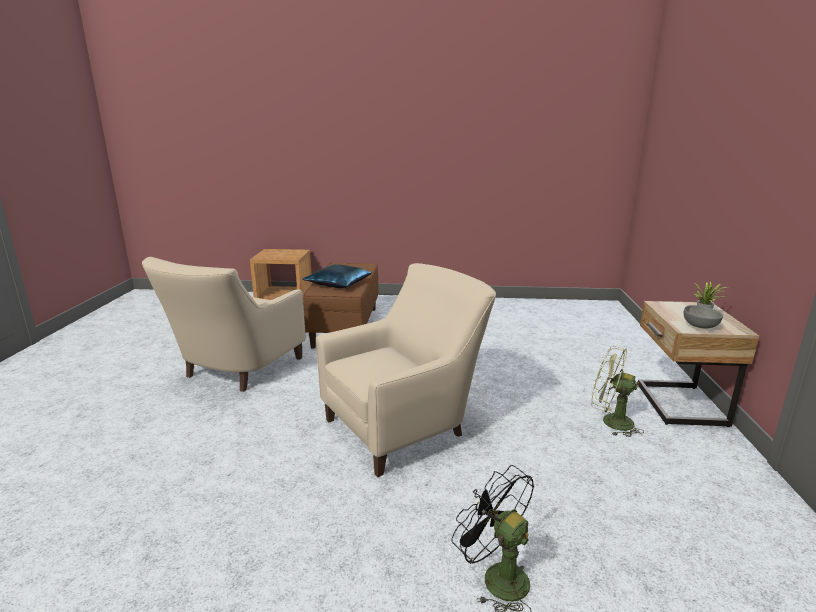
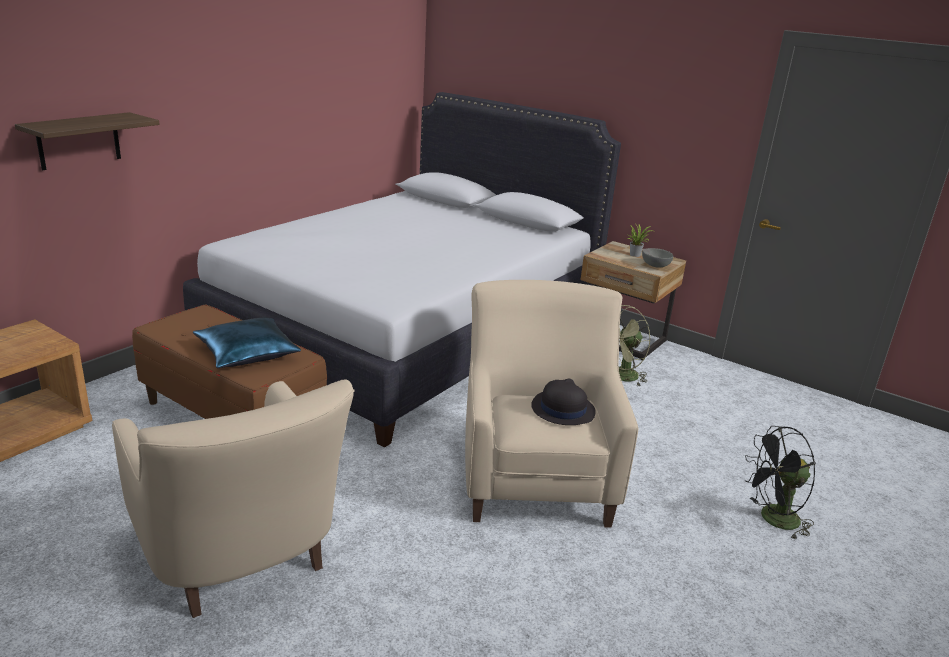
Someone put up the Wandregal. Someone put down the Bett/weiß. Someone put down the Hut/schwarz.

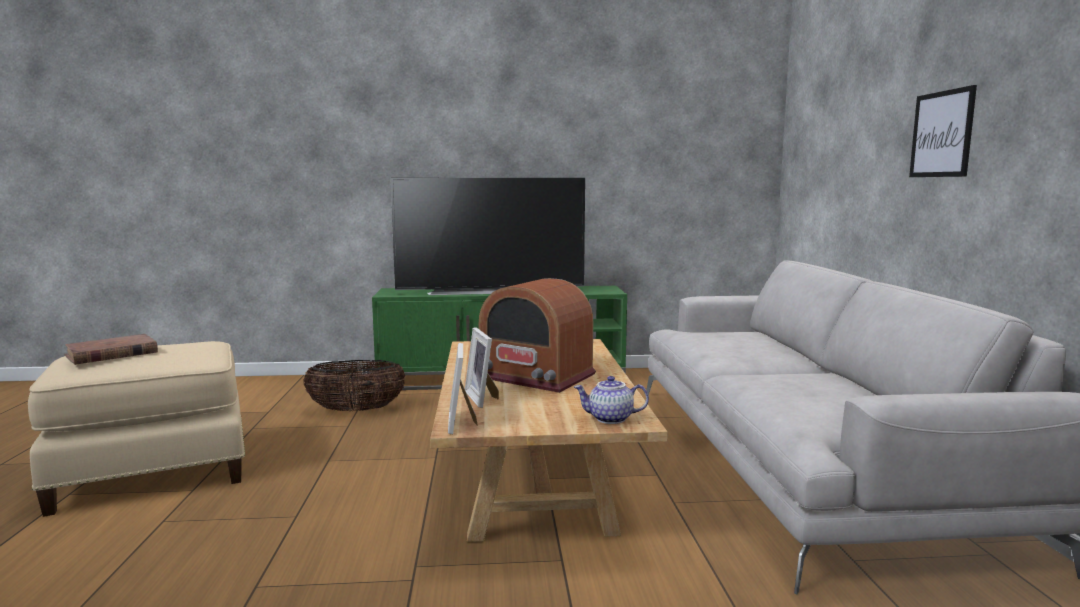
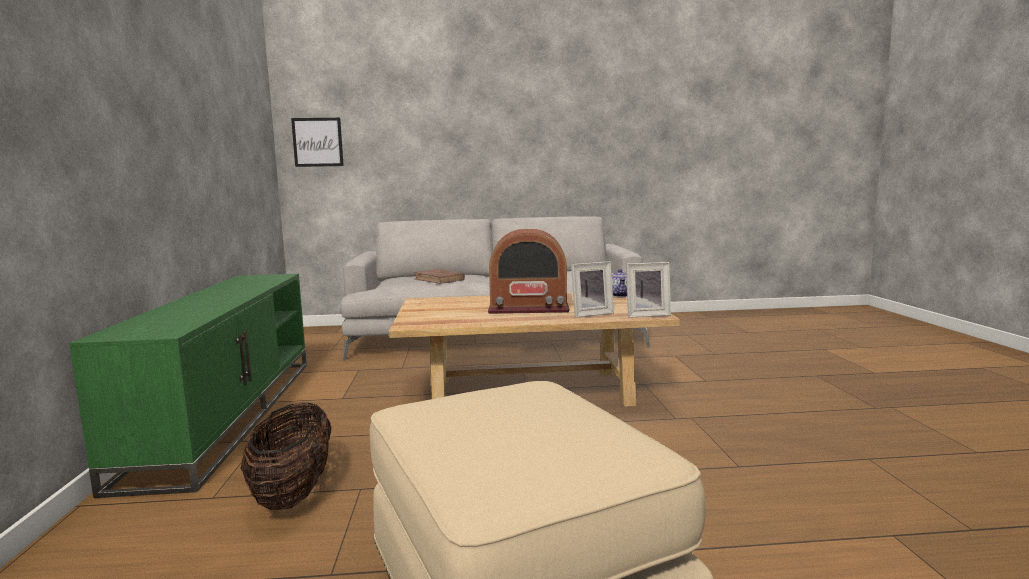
Someone carried the Bild. Someone carried the Buch/braun. Someone rotated the Radio by 60 degrees clockwise. Someone took away the Fernseher.

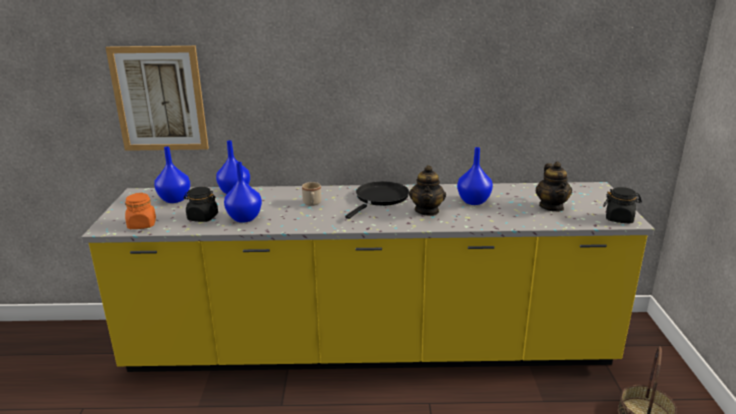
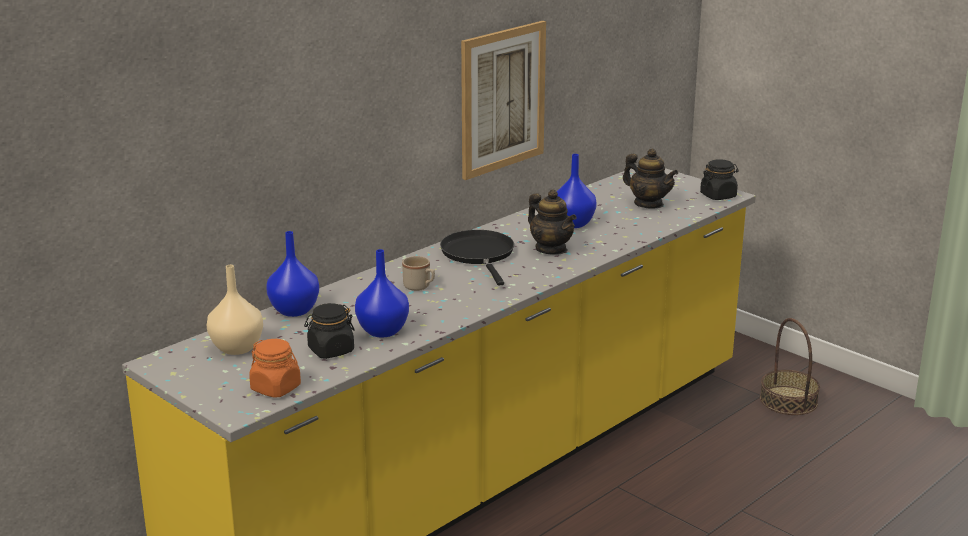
Someone repainted the Vase/blau (no. 1 from left), which became the Vase/beige. Someone carried the Bild.

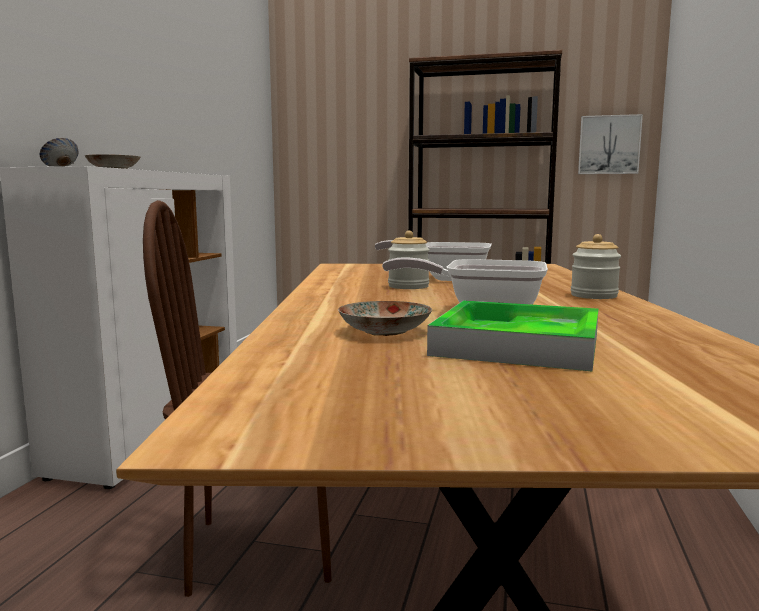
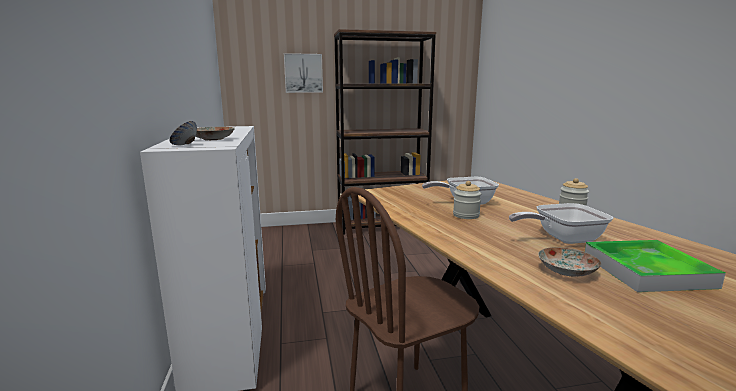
Someone carried the Bild.

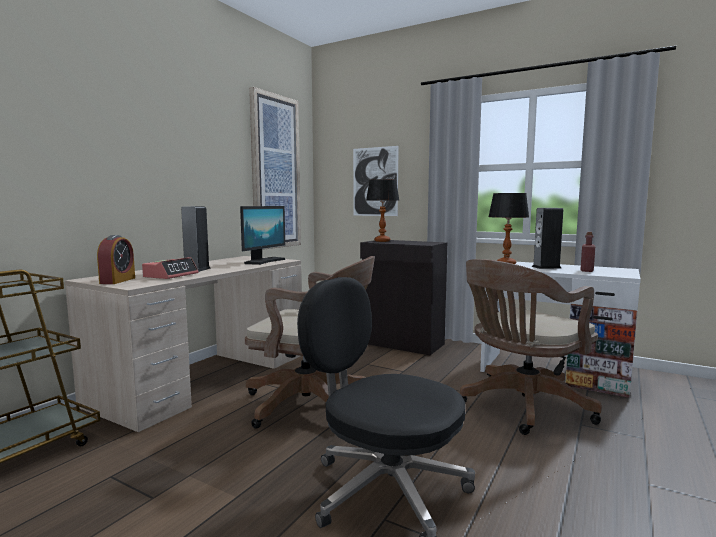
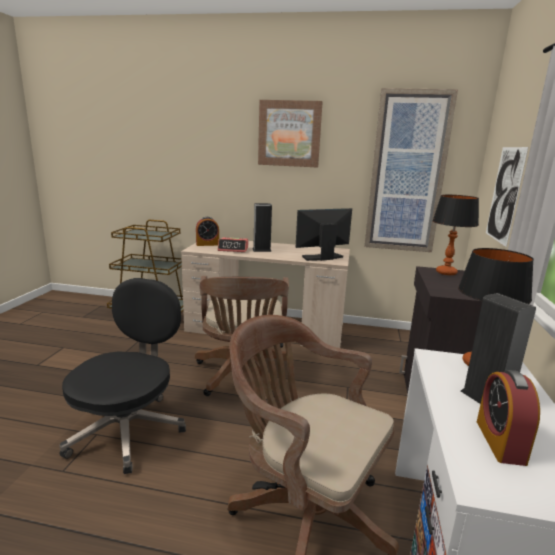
Someone put up the Bild (no. 1 from left). Someone rotated the Monitor by 150 degrees clockwise. Someone swapped the Flasche/rot for the Wecker (no. 3 from left).

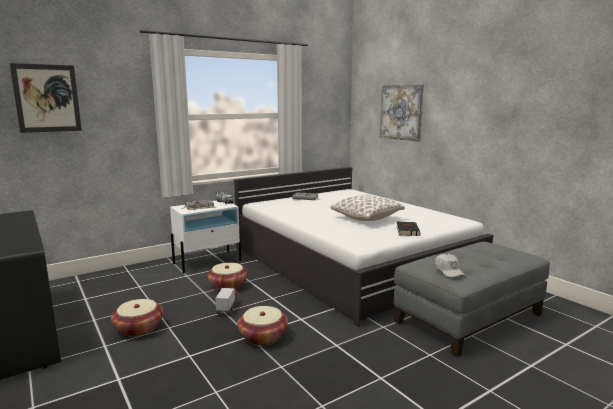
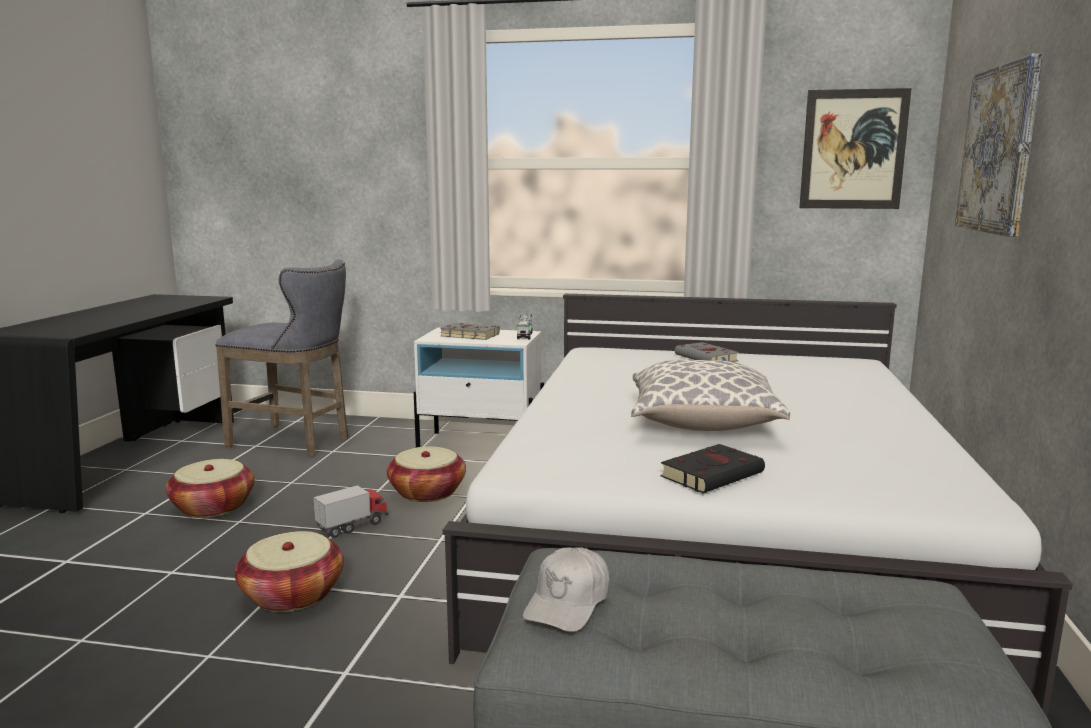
Someone put down the Hocker/grau. Someone carried the Bild (no. 1 from left).

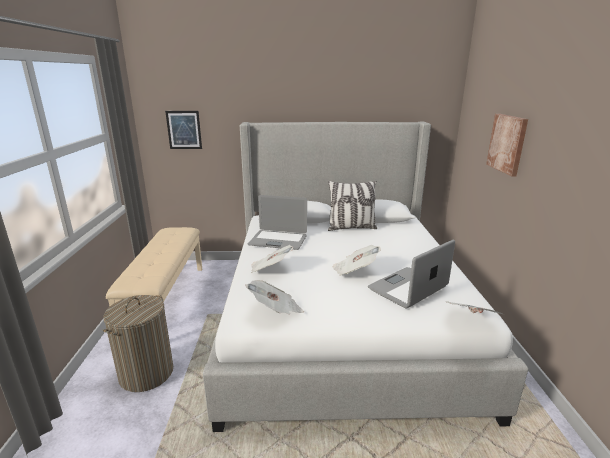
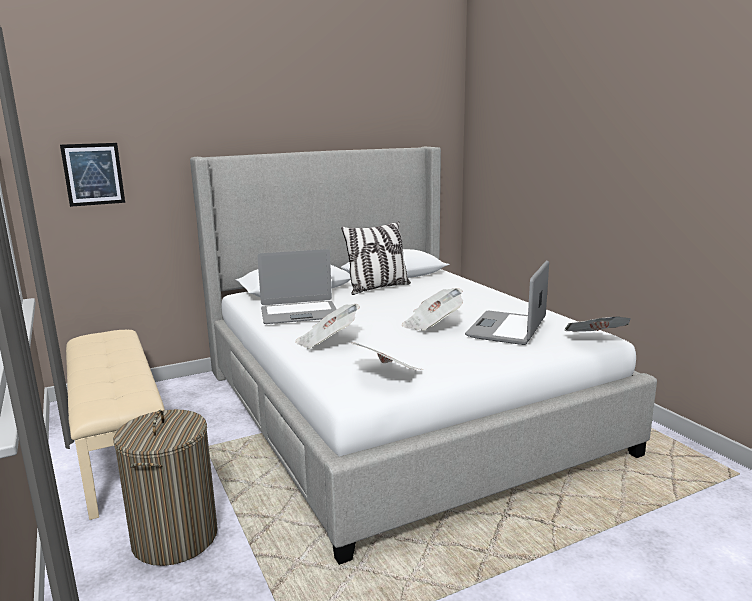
Someone took away the Bild (no. 2 from left).

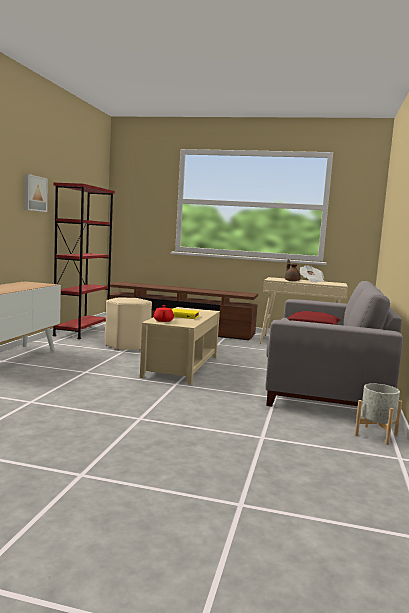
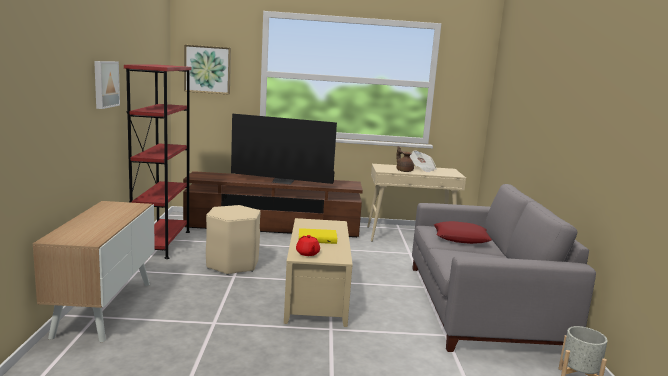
Someone put up the Bild (no. 2 from left). Someone put down the Fernseher.

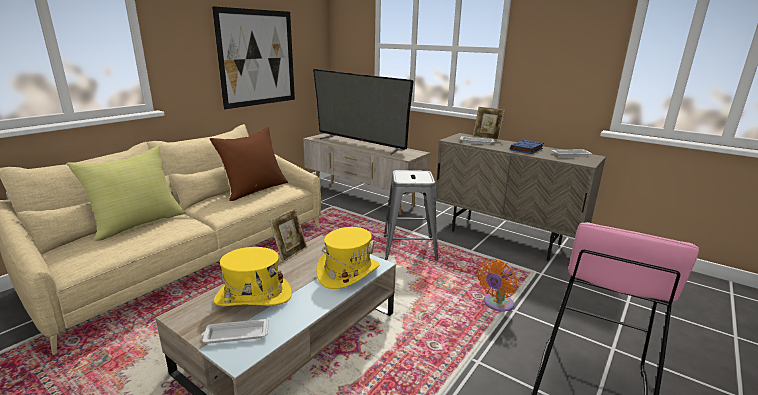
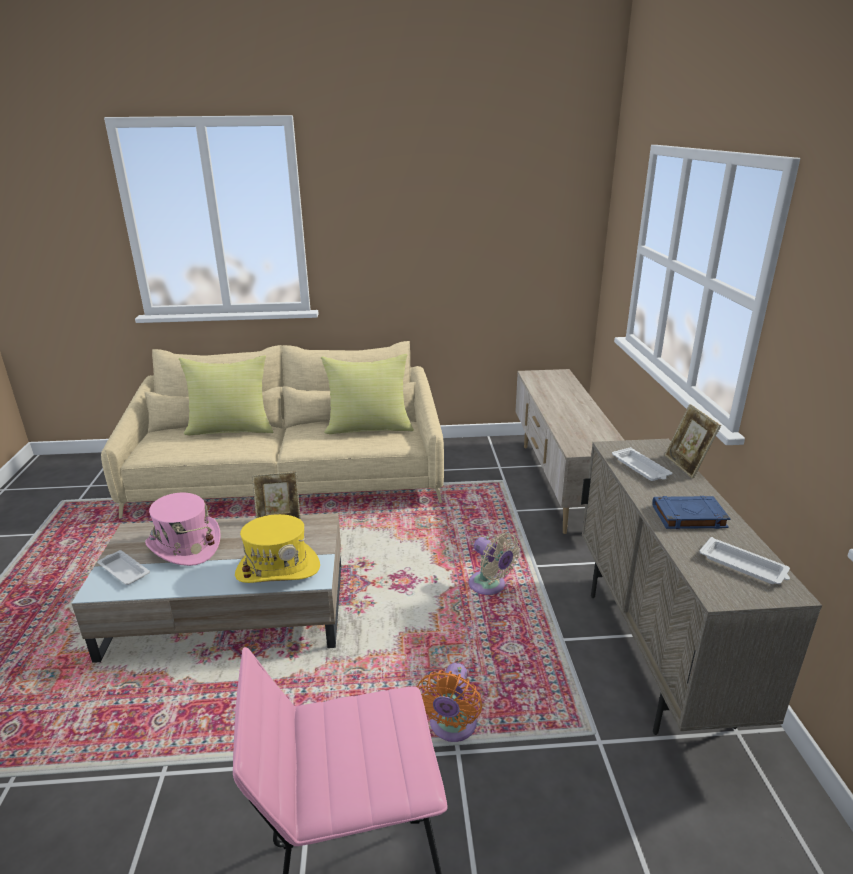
Someone repainted the Hut/gelb (no. 1 from left), which became the Hut/rosa. Someone repainted the Kissen/braun, which became the Kissen/gelb (no. 2 from left). Someone rotated the Ventilator/orange by 75 degrees counterclockwise. Someone swapped the Hocker/grau for the Ventilator/beige. Someone took away the Bild. Someone took away the Fernseher.

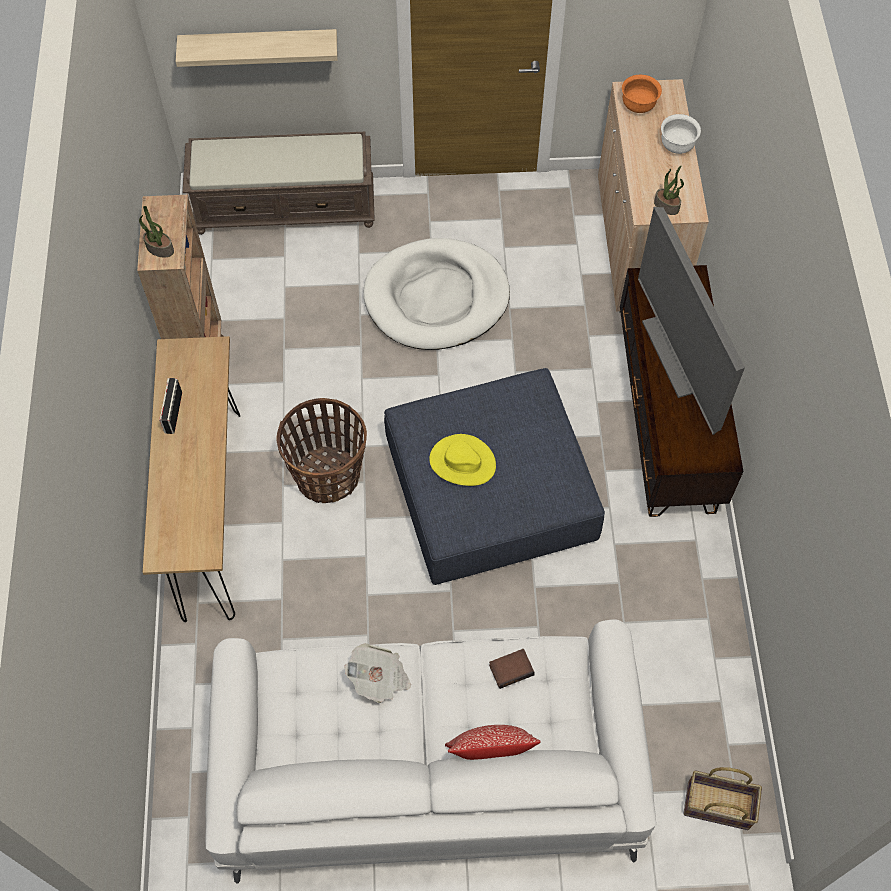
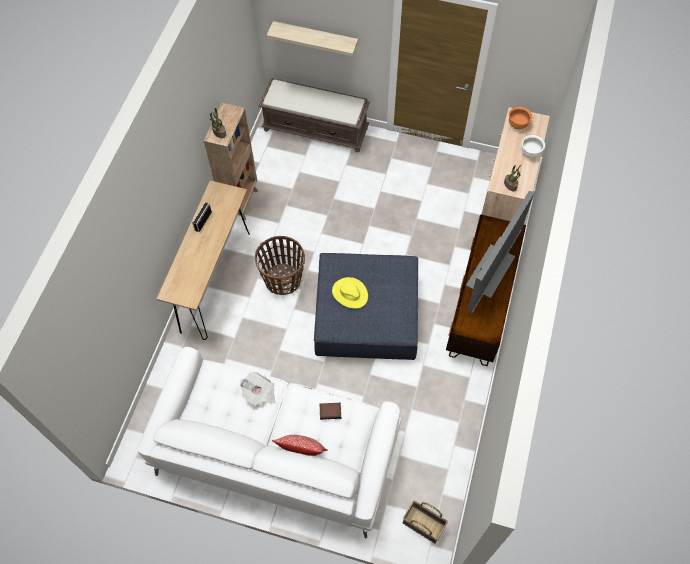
Someone rotated the Fernseher by 150 degrees counterclockwise. Someone took away the Hundebett/weiß.

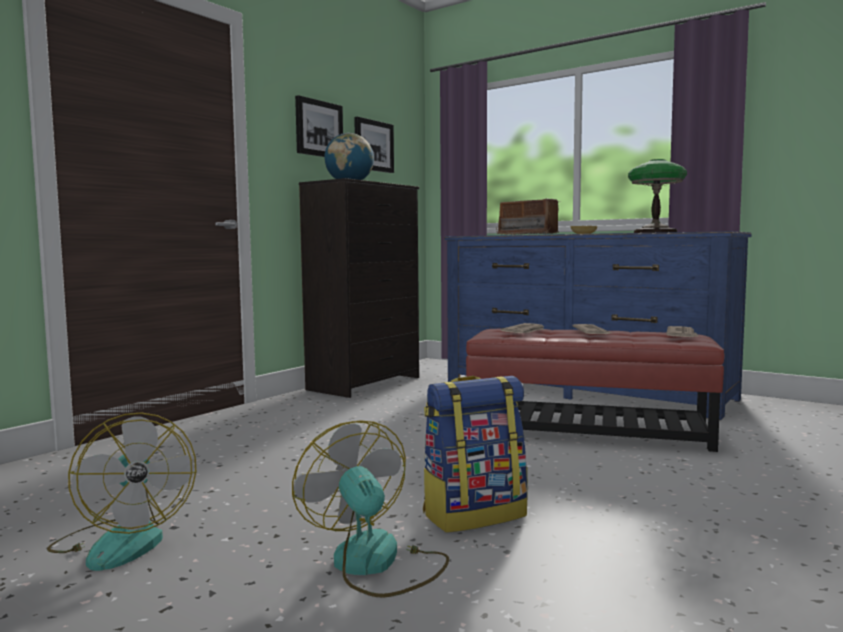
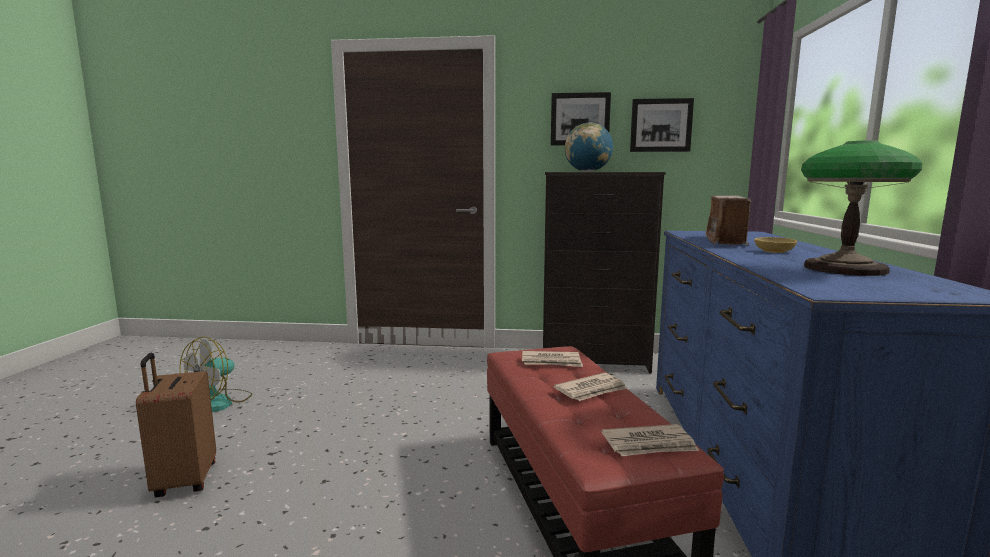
Someone swapped the Ventilator (no. 2 from left) for the Koffer/braun. Someone took away the Rucksack.

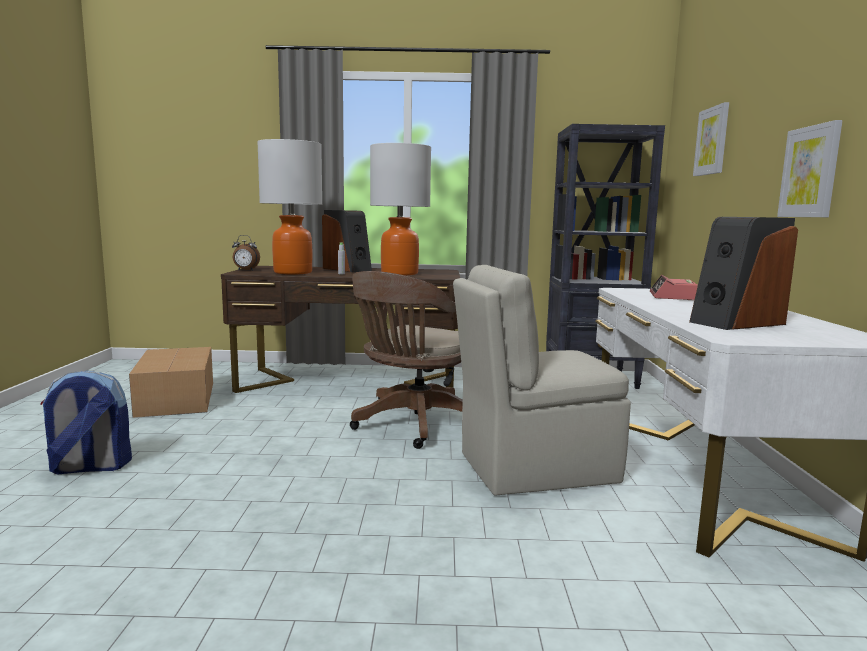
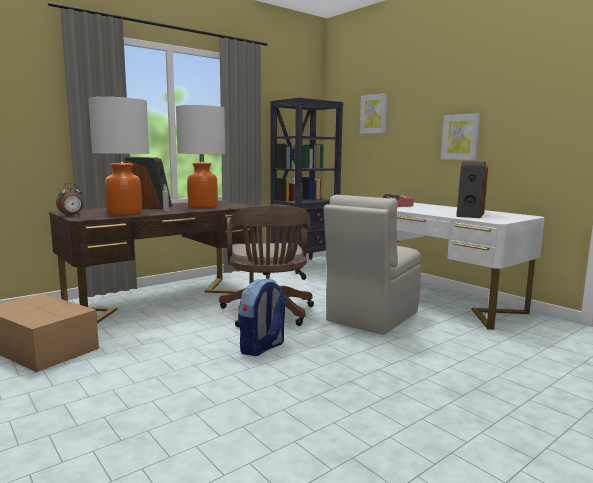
Someone carried the Rucksack.

